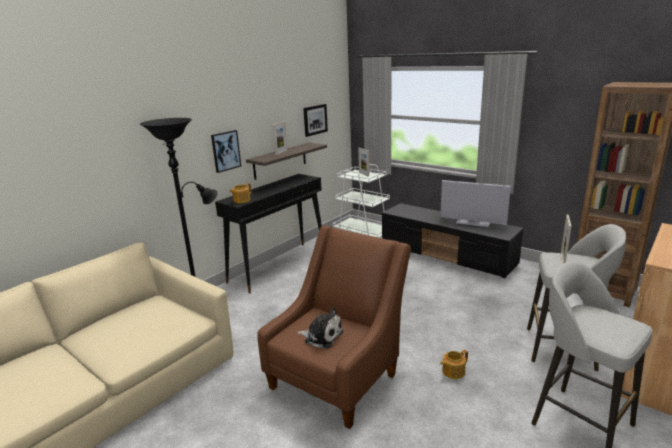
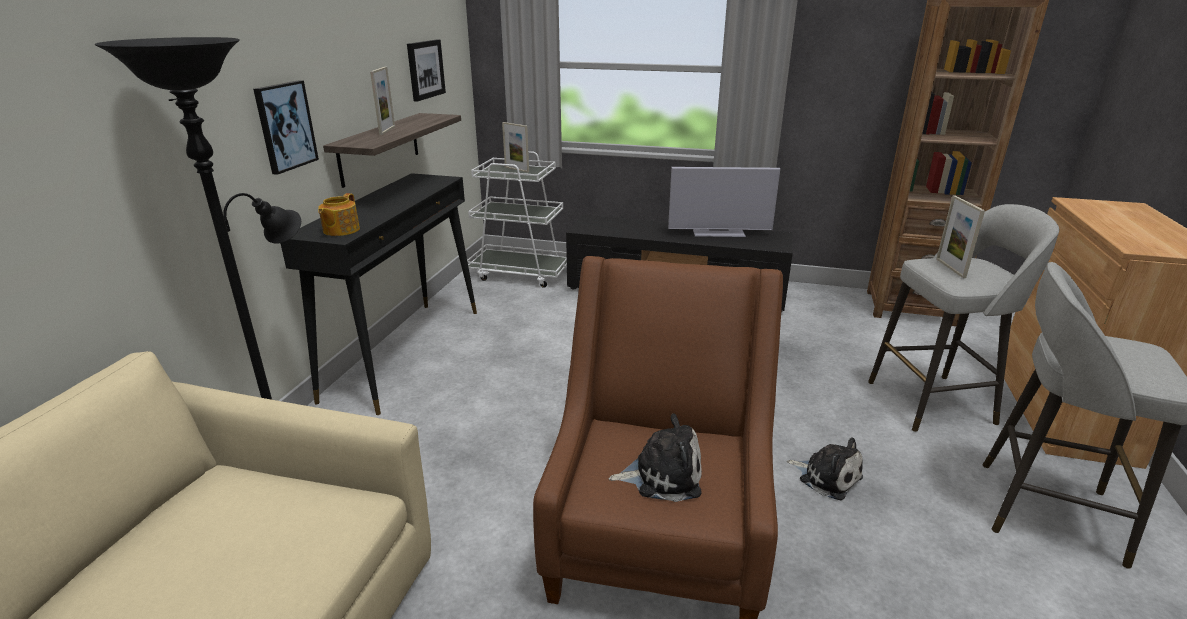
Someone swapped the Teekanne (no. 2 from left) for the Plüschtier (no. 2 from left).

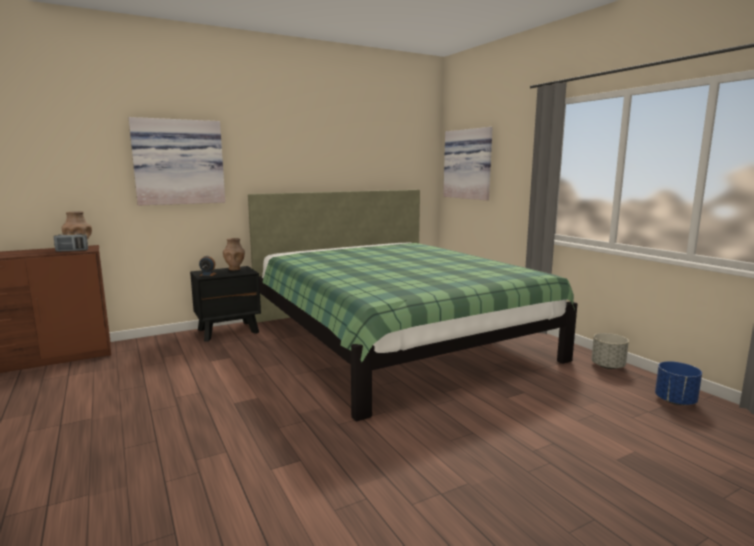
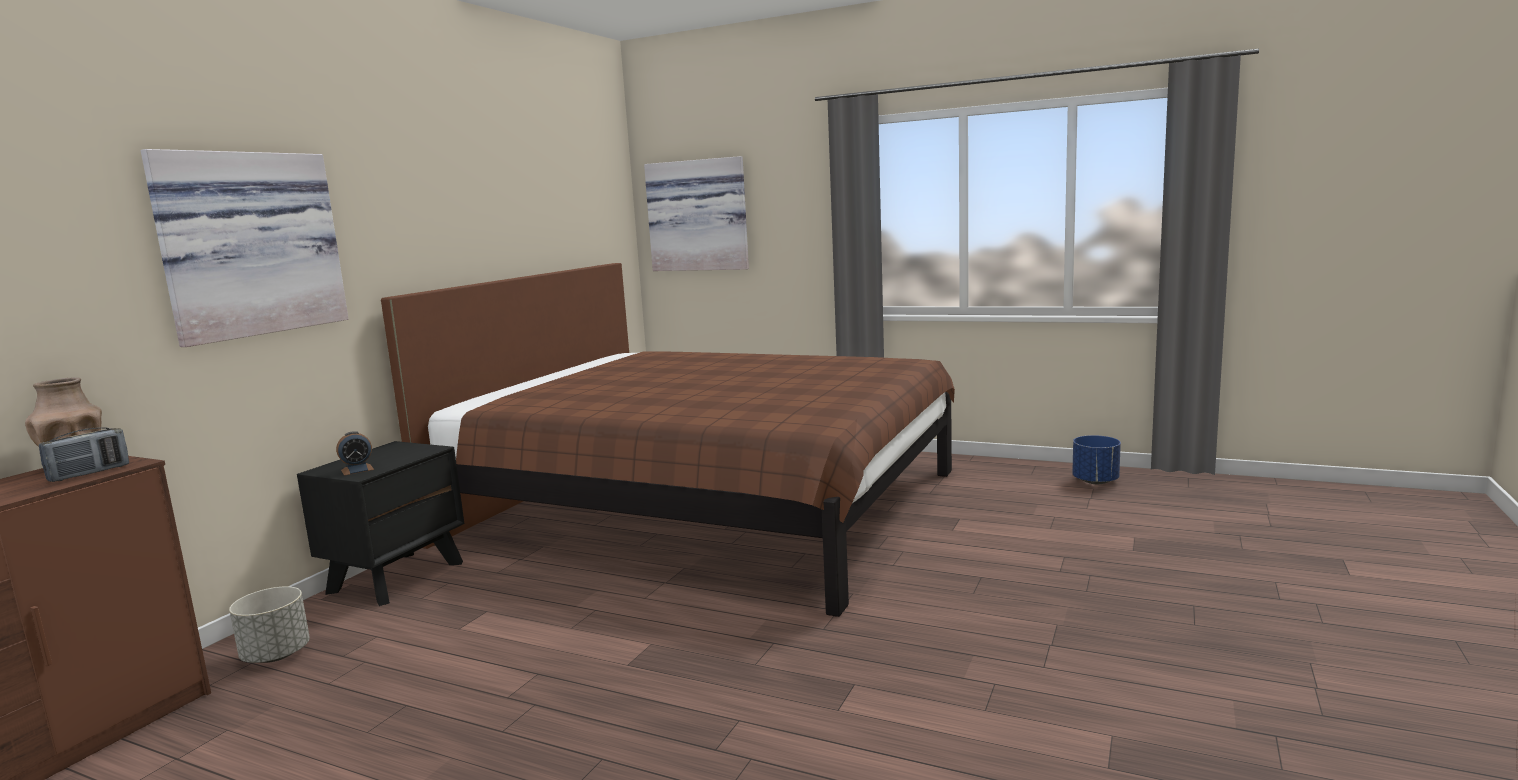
Someone carried the Pflanzkübel/grau. Someone repainted the Bett/grün, which became the Bett/braun. Someone took away the Vase/braun (no. 2 from left).

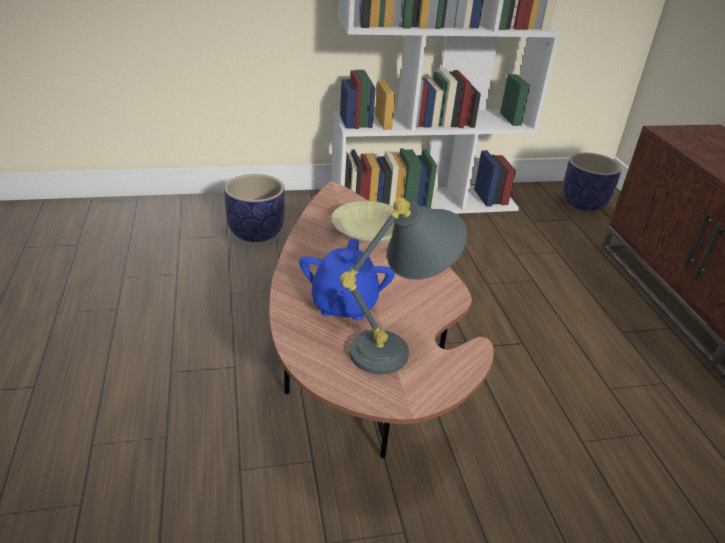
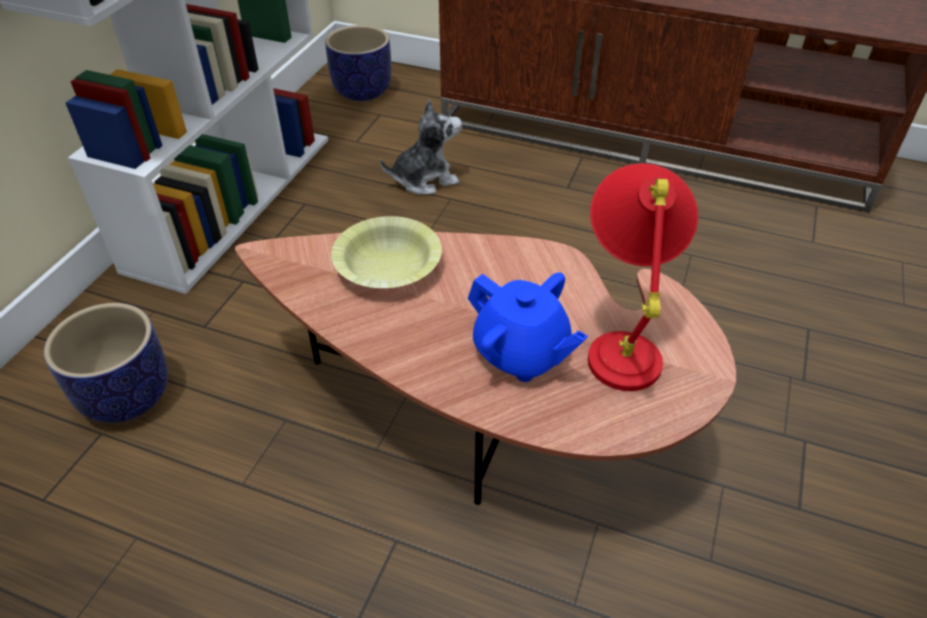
Someone put down the Plüschtier. Someone repainted the Tischlampe/grau, which became the Tischlampe/rot.

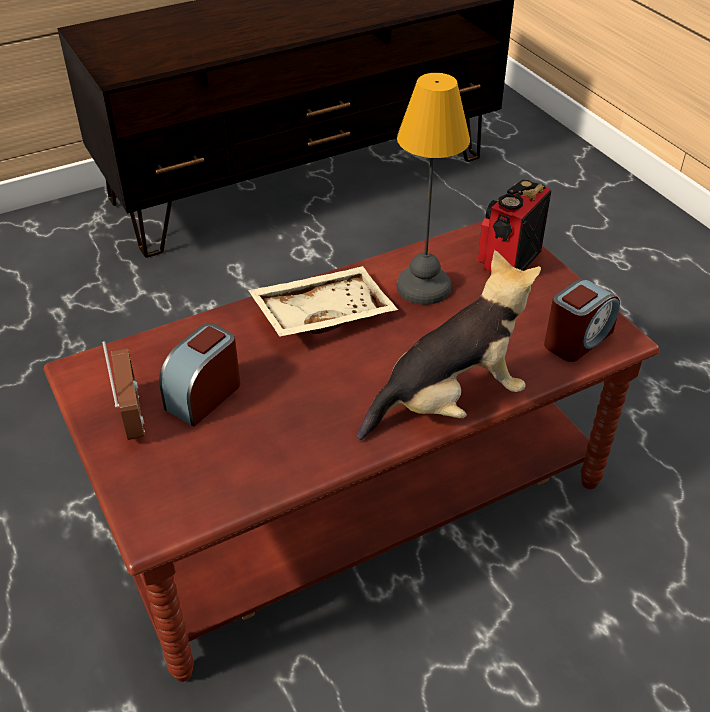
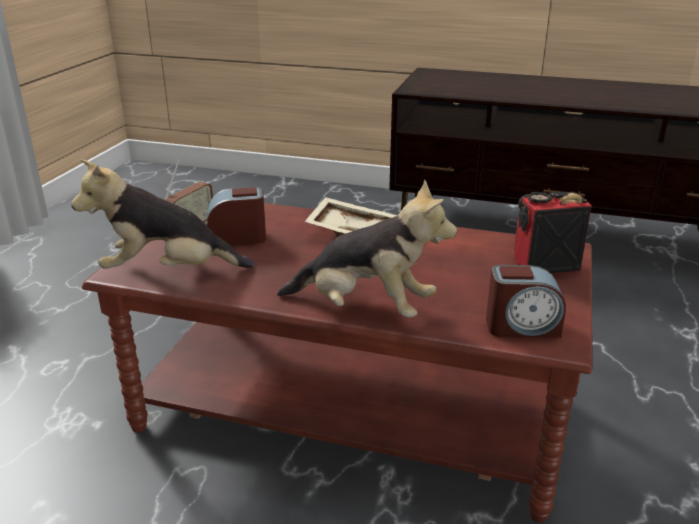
Someone put down the Plüschtier (no. 1 from left). Someone took away the Tischlampe.

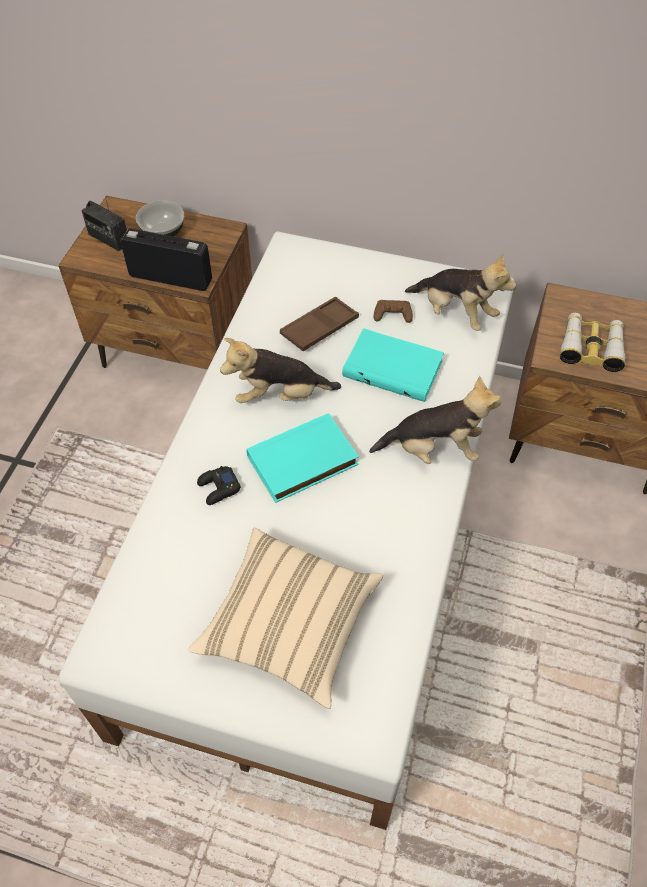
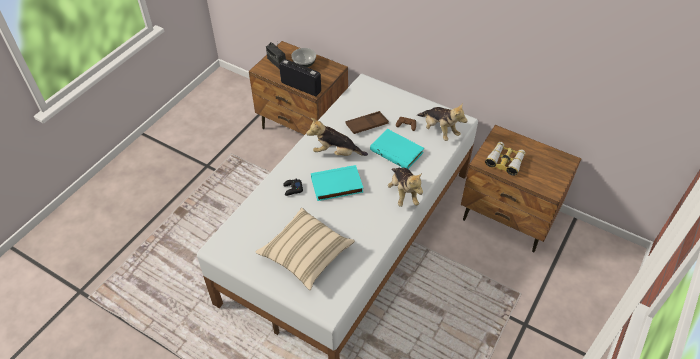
Someone rotated the Plüschtier (no. 2 from left) by 60 degrees clockwise.

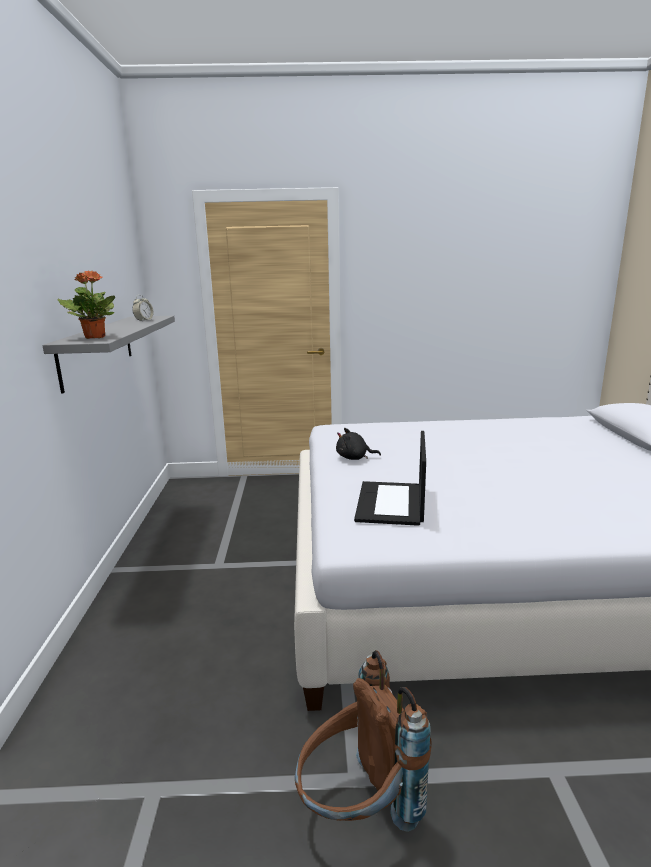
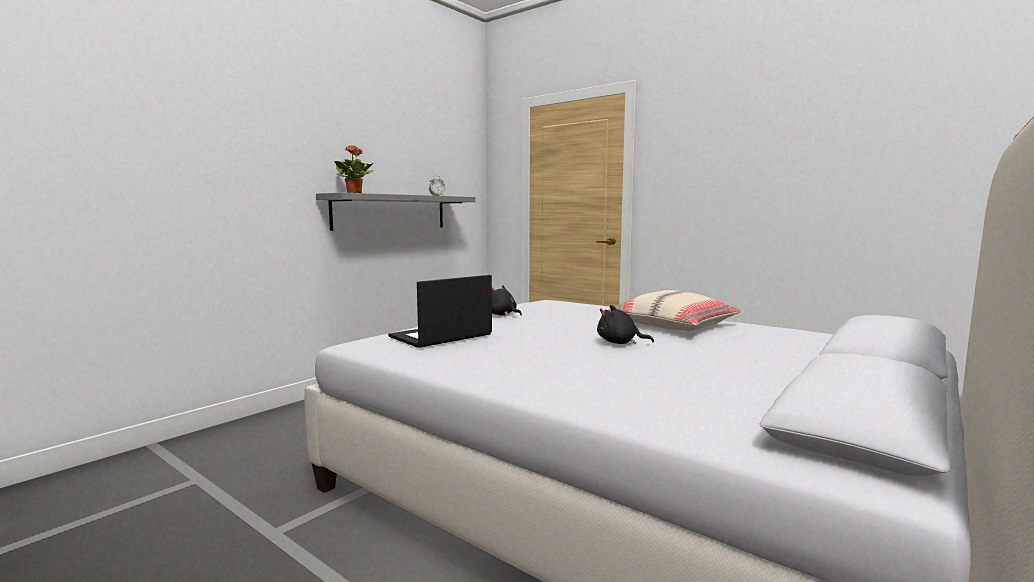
Someone put down the Plüschtier/schwarz (no. 2 from left). Someone put down the Kissen/beige. Someone took away the Rucksack/braun.

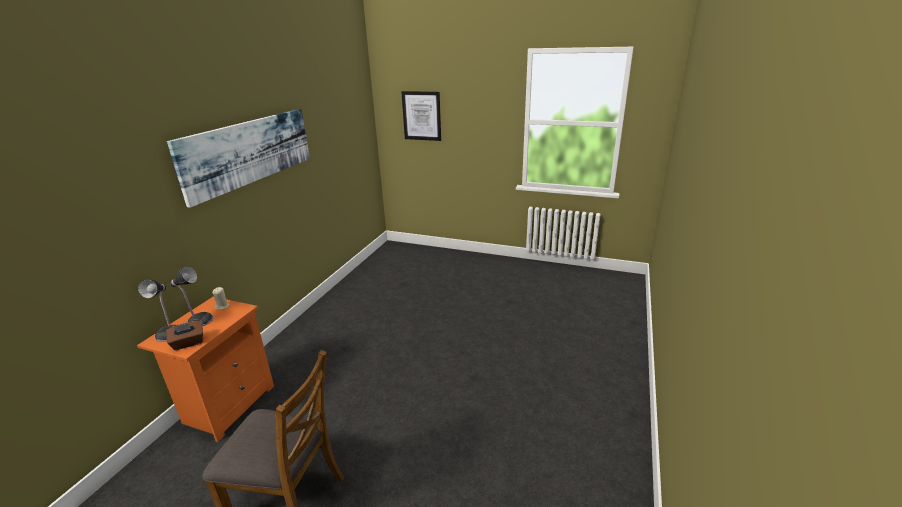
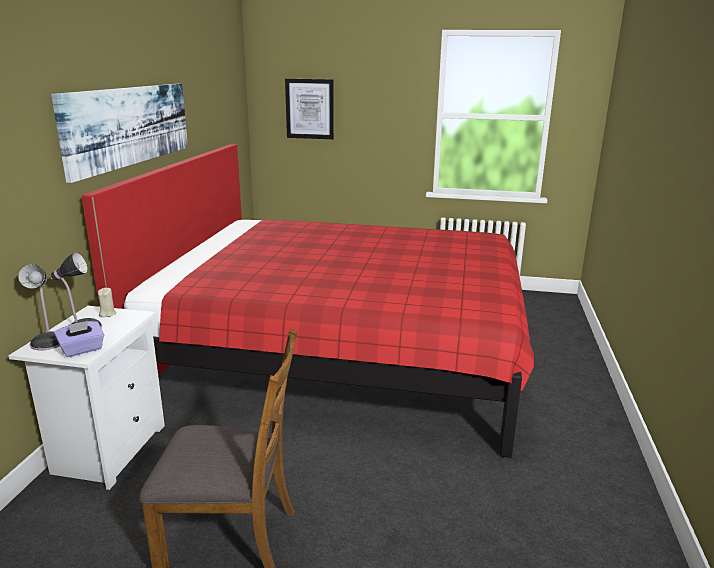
Someone repainted the Nachttisch/orange, which became the Nachttisch/weiß. Someone repainted the Taschentuchbox/braun, which became the Taschentuchbox/lila. Someone put down the Bett/rot.

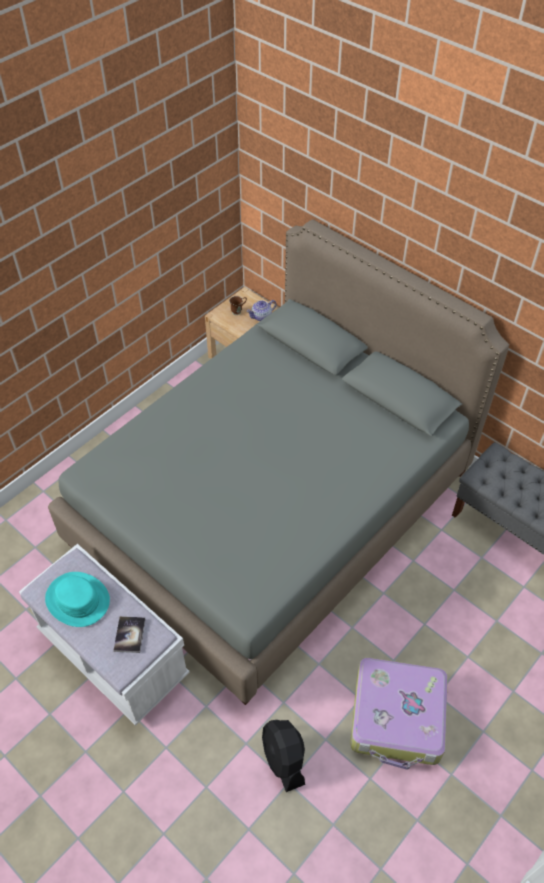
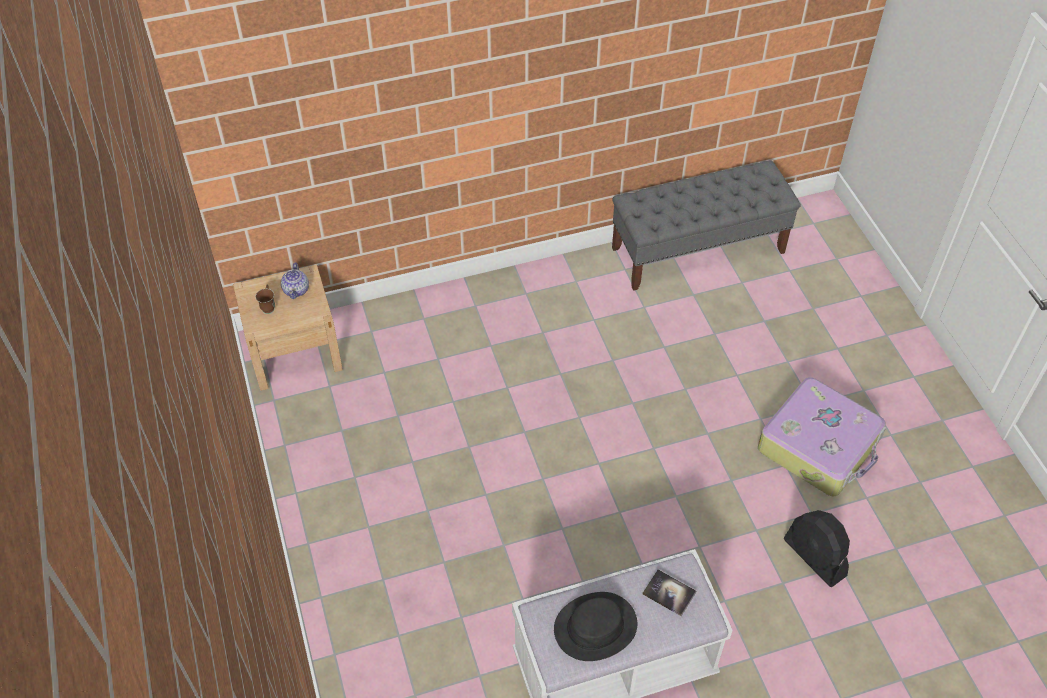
Someone repainted the Hut/türkis, which became the Hut/schwarz. Someone rotated the Ventilator/schwarz by 45 degrees clockwise. Someone took away the Bett/grau.

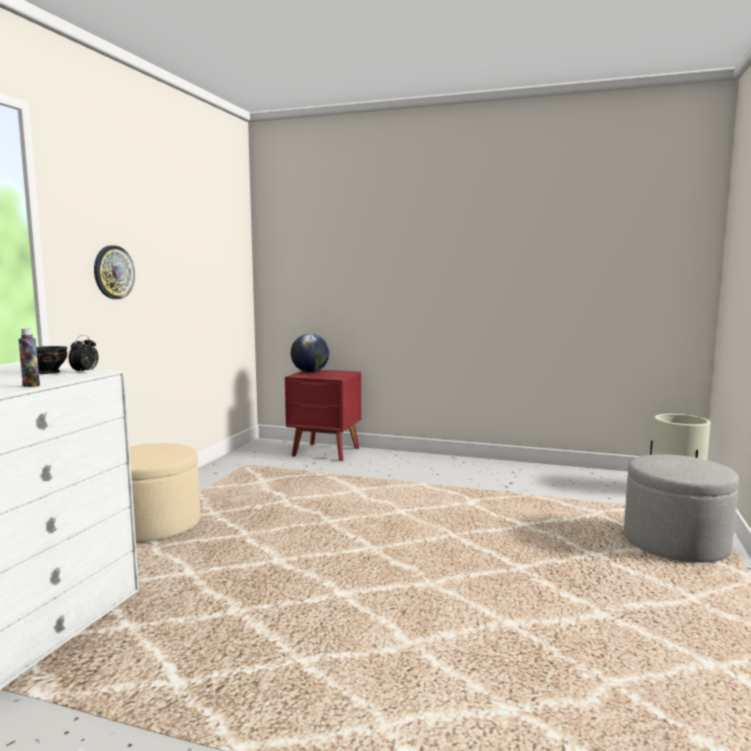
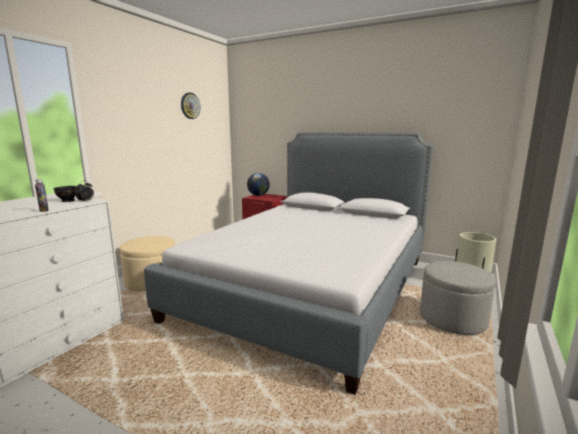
Someone put down the Bett. Someone carried the Wanduhr.

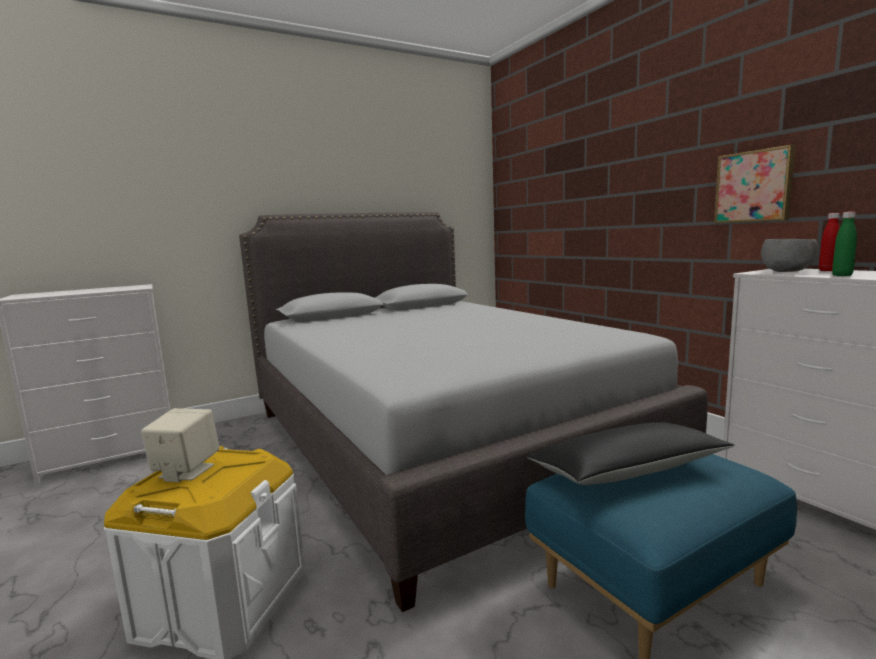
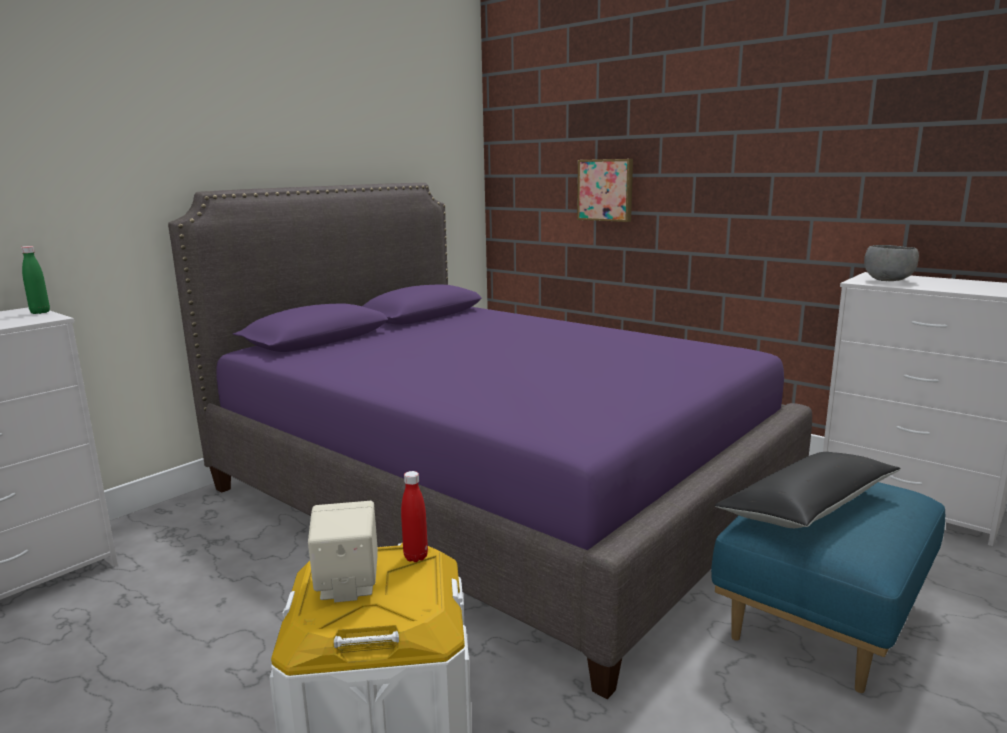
Someone carried the Flasche/grün. Someone repainted the Bett/grau, which became the Bett/lila. Someone carried the Flasche/rot. Someone carried the Bild.

